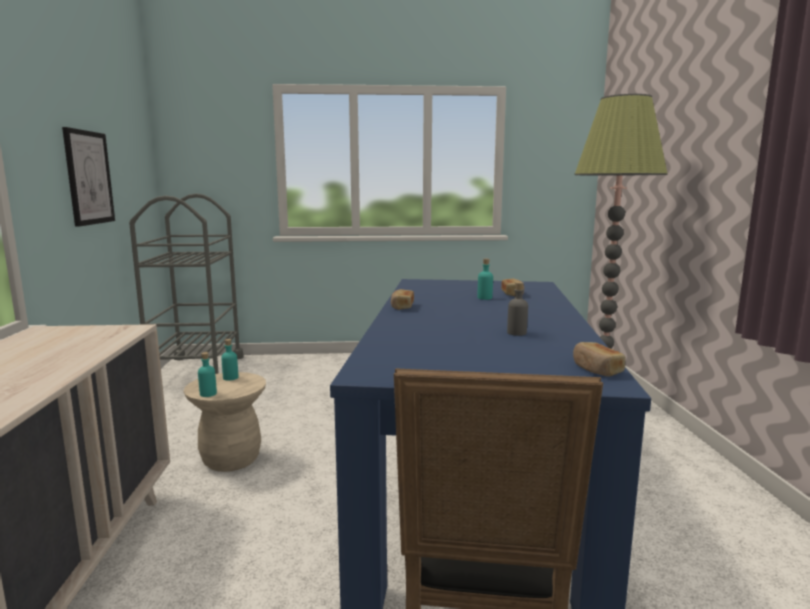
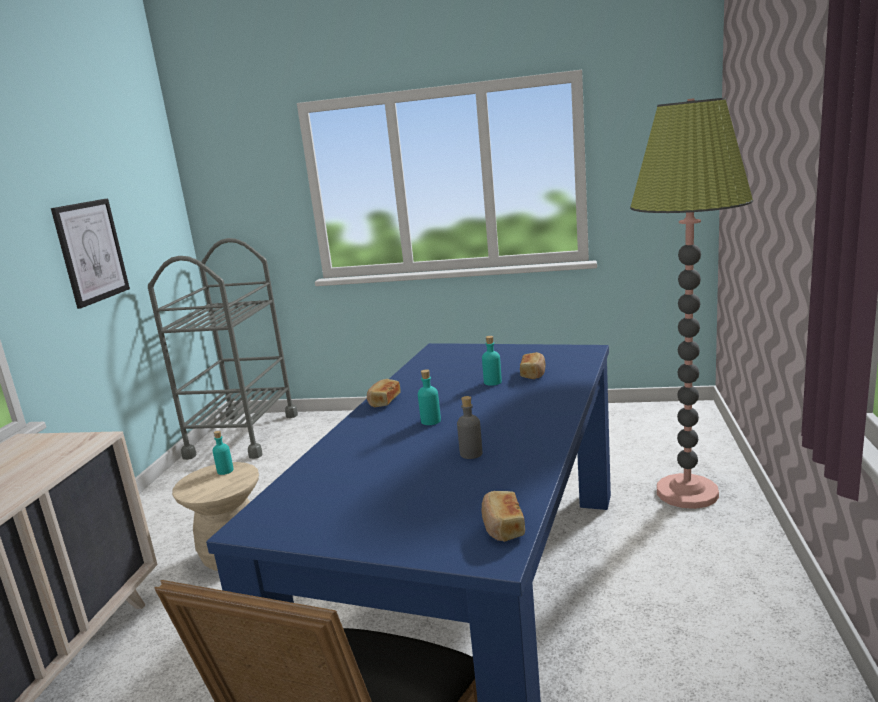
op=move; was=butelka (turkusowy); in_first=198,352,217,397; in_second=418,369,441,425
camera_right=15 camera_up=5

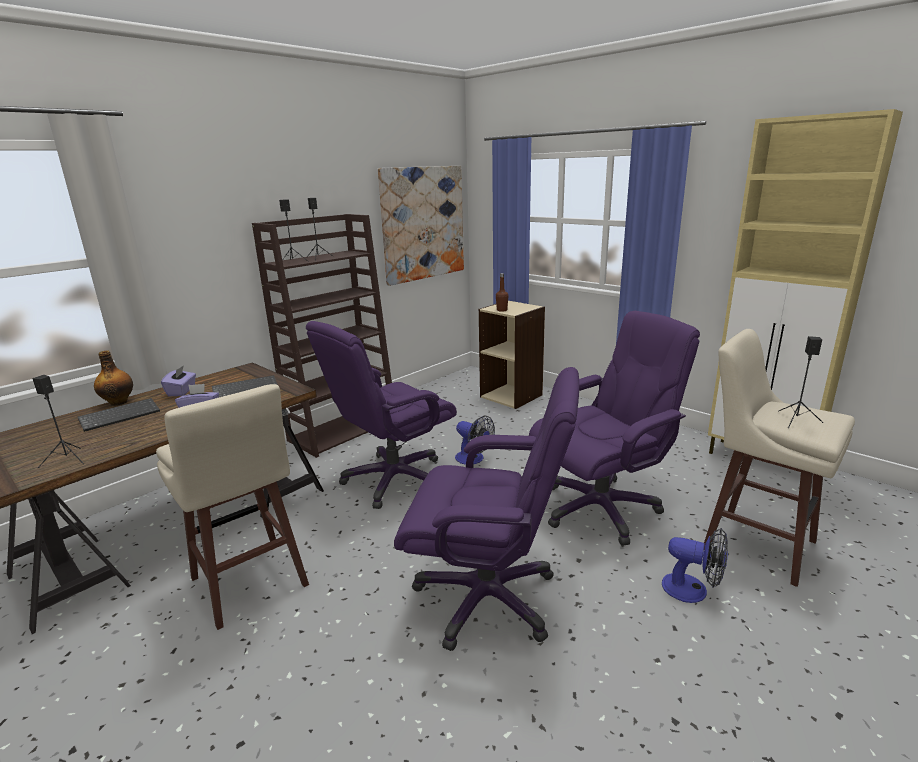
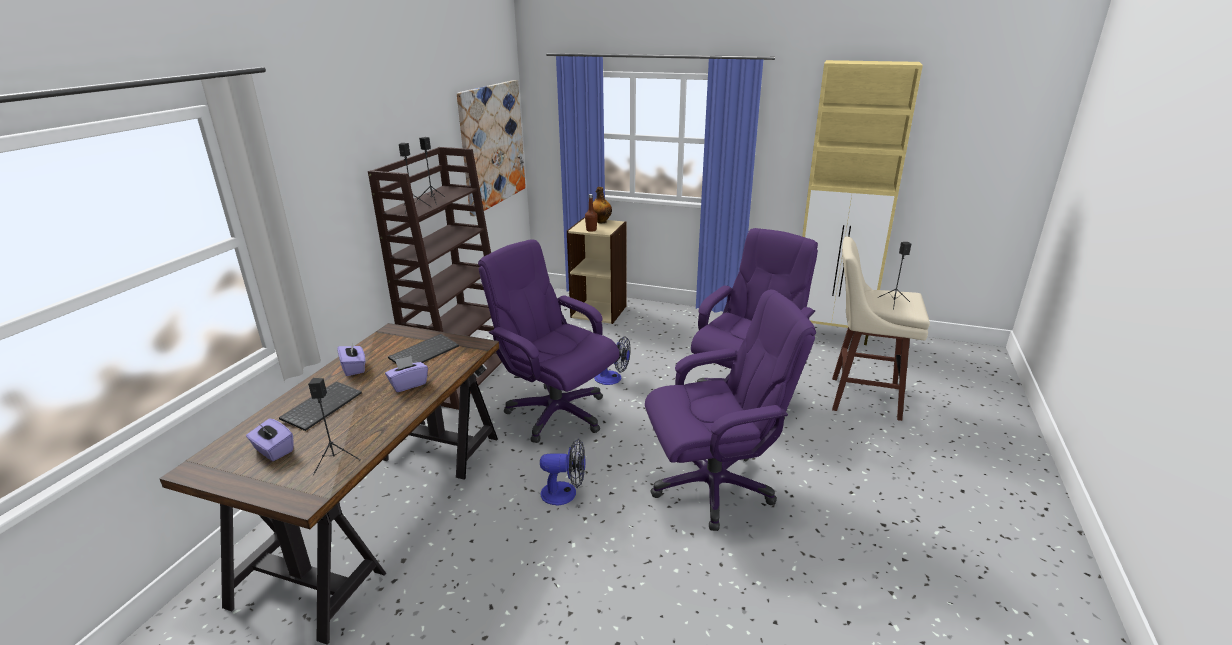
op=rotate; was=krzesło biurowe (fioletowy); in_first=306,321,457,509; in_second=478,239,620,443; clockwise=105
op=move; was=butelka; in_first=94,351,133,406; in_second=593,187,612,223
op=delete; was=stołek (beżowy); in_first=156,384,309,630
op=move; was=wentylator; in_first=662,528,728,603; in_second=540,439,586,505
op=insert; now=pudełko chusteczek (fioletowy); in_second=246,419,294,461
camera_right=-25 camera_up=5

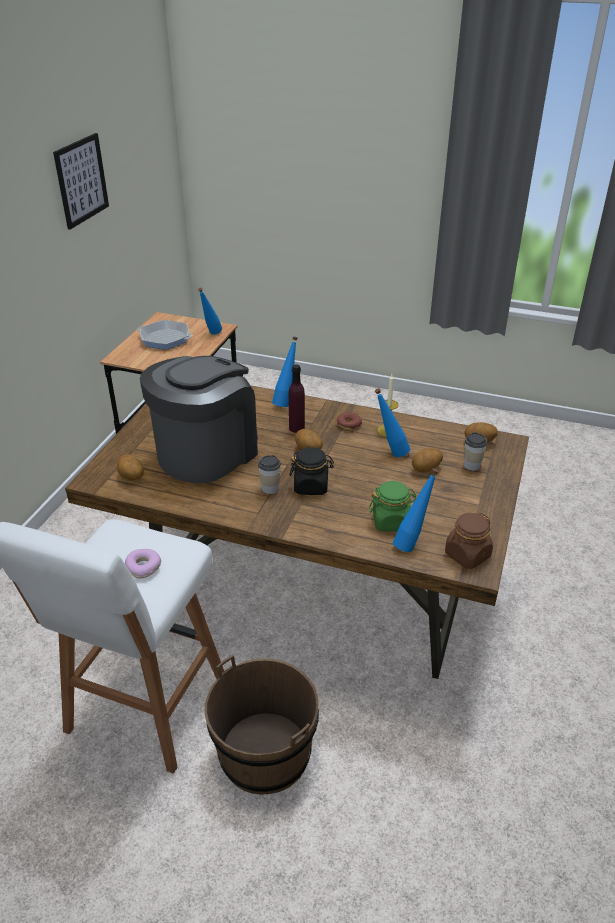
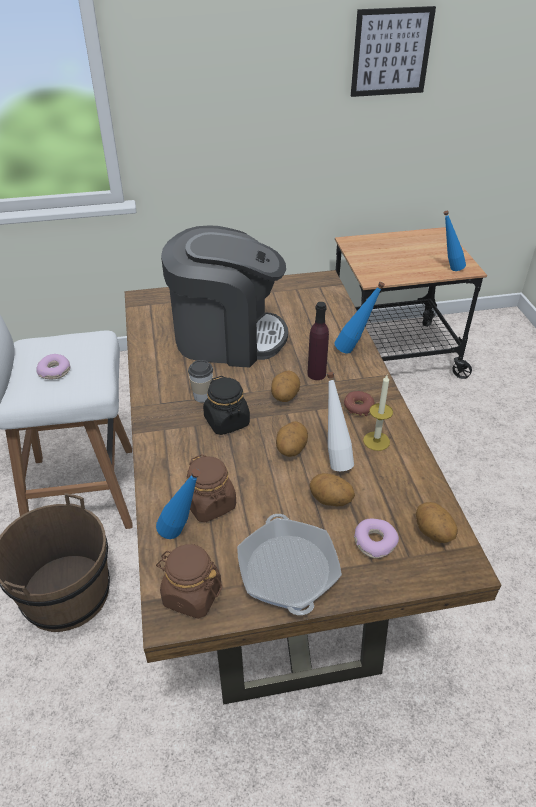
op=move; was=patelnia; in_first=137,320,192,350; in_second=237,514,342,615
op=recolor; was=butelka (niebieski); now=butelka (biały); in_first=375,388,410,457; in_second=327,372,354,471
op=replace; was=filiżanka; now=donut; in_first=464,432,487,471; in_second=354,519,399,558
op=move; was=ziemniak; in_first=117,455,144,481; in_second=276,421,308,457
op=recolor; was=słoik (zielony); now=słoik (brązowy); in_first=369,481,416,532; in_second=186,454,236,522
camera_right=60 camera_up=5

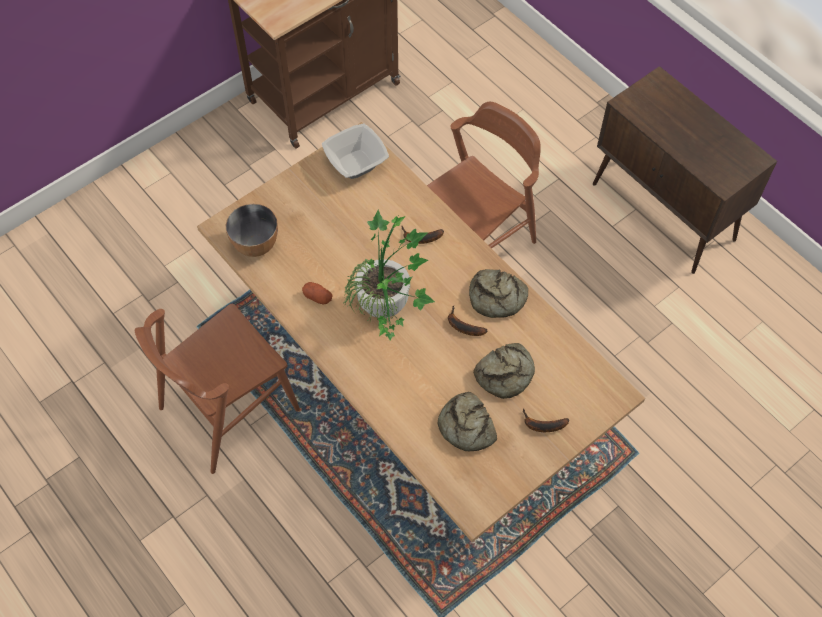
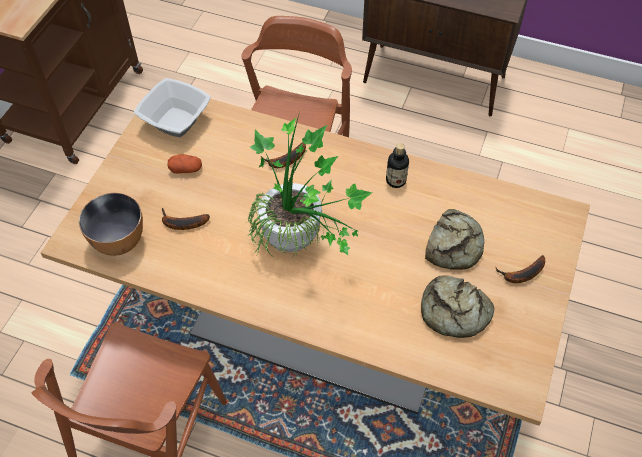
op=replace; was=chleb; now=butelka; in_first=469,269,528,318; in_second=386,143,409,188
op=move; was=ziemniak; in_first=302,282,333,305; in_second=167,154,202,173
op=move; was=banan; in_first=448,305,488,336; in_second=162,208,210,230
camera_right=-30 camera_up=-5

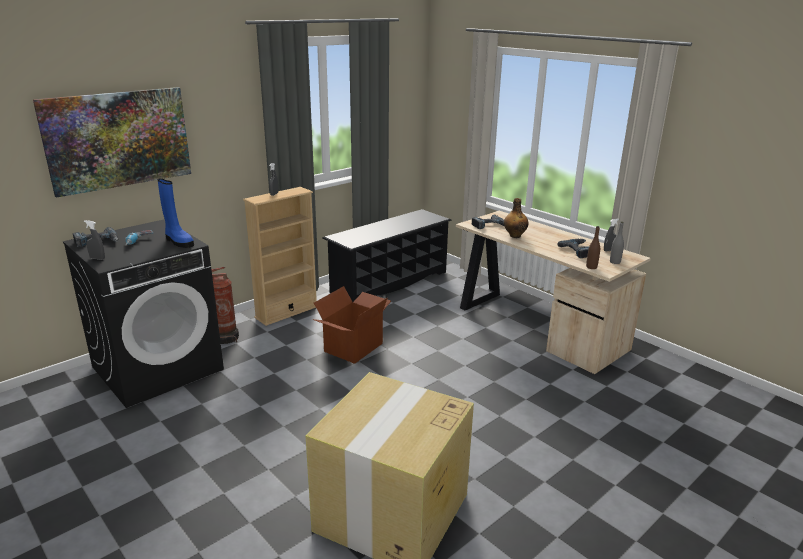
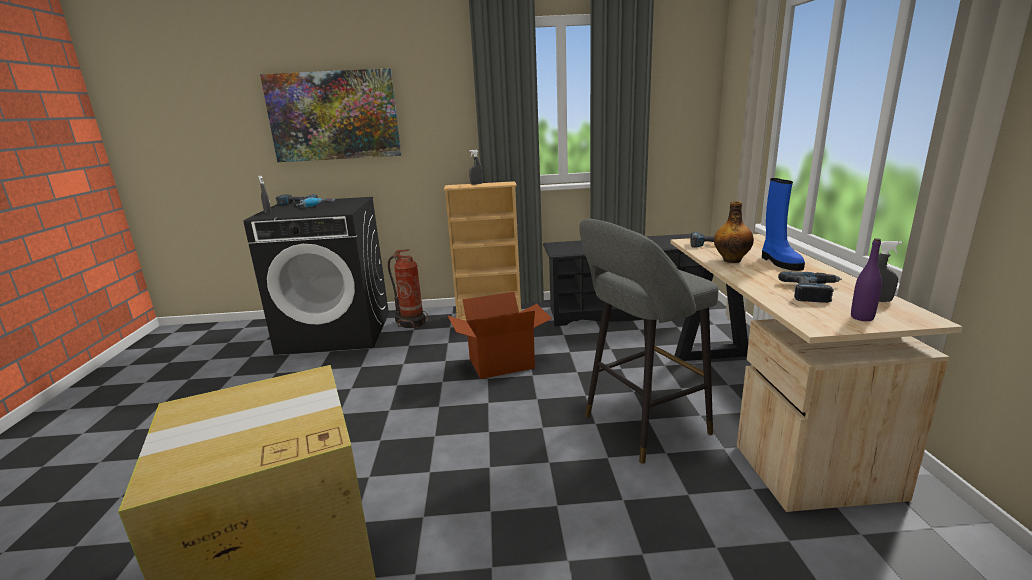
op=move; was=but z cholewką (niebieski); in_first=157,178,194,248; in_second=762,178,805,271
op=recolor; was=butelka (szary); now=butelka (fioletowy); in_first=610,222,624,264; in_second=851,238,882,321
op=delete; was=butelka (brązowy); in_first=586,226,600,269
op=insert; now=stołek (szary); in_second=579,219,719,464
camera_right=40 camera_up=-5

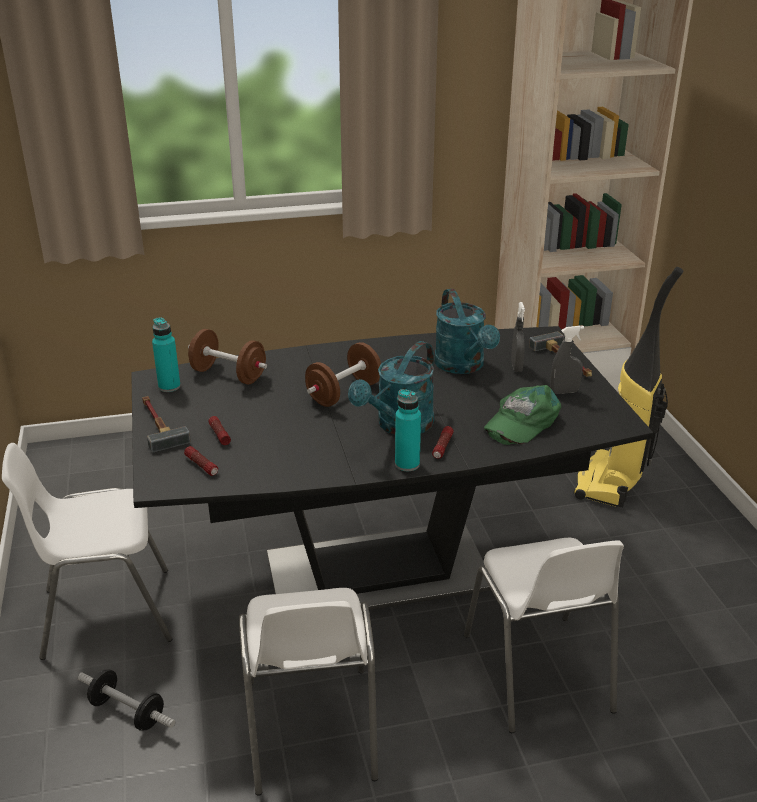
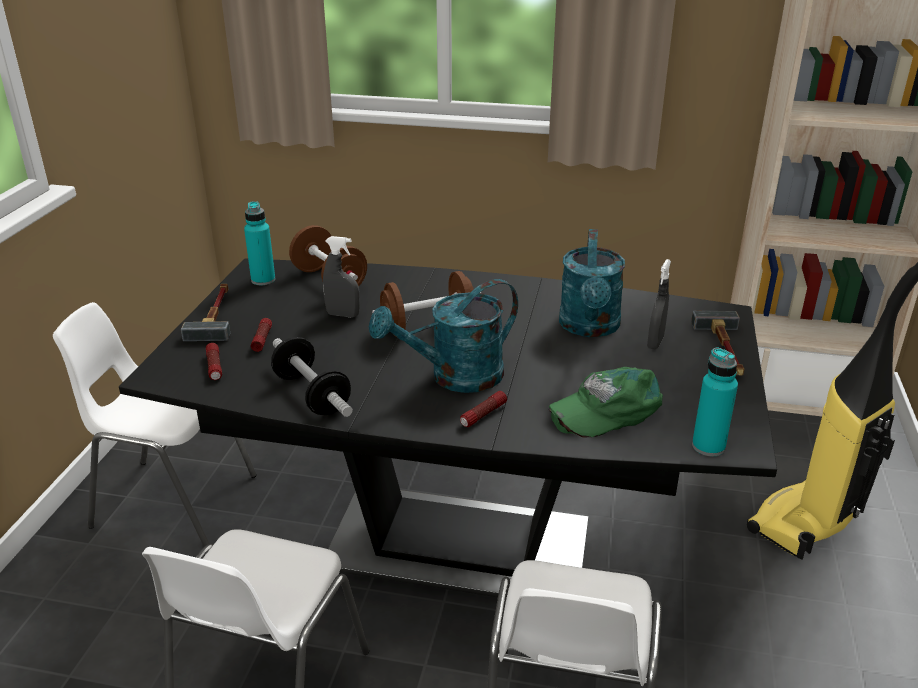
op=move; was=spryskiwacz (szary); in_first=550,326,584,394; in_second=323,236,360,317
op=move; was=butelka (turkusowy); in_first=395,389,421,471; in_second=692,348,738,456
op=move; was=hantel; in_first=78,669,175,731; in_second=271,337,353,417
camera_right=25 camera_up=0

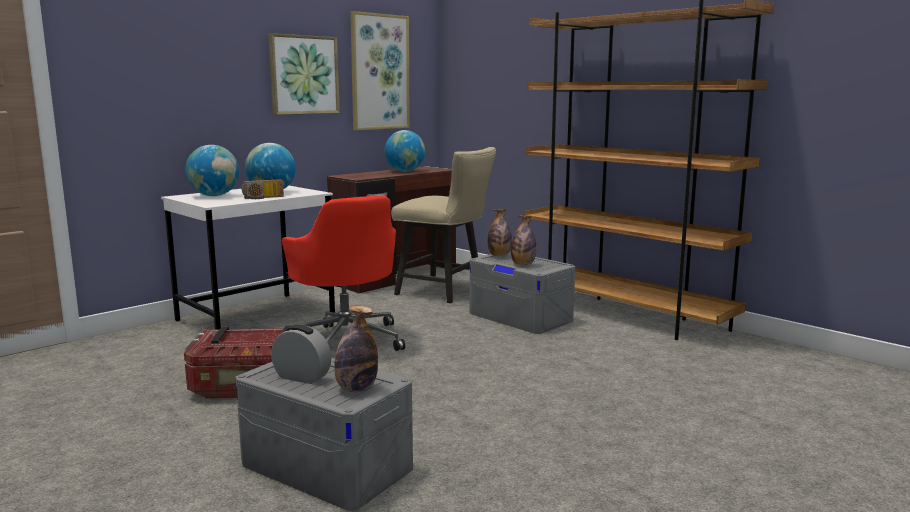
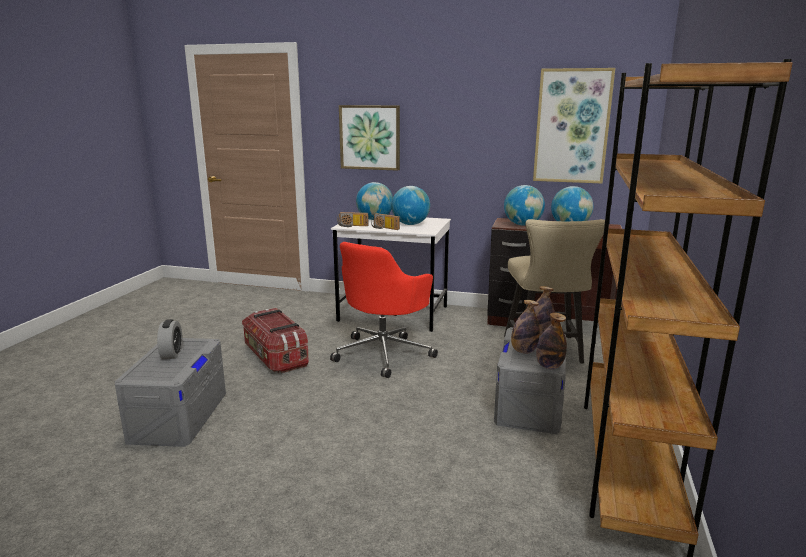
op=move; was=obraz; in_first=268,33,340,115; in_second=339,105,400,171
op=move; was=butelka; in_first=334,306,378,392; in_second=536,313,567,369
op=insert; now=globus; in_second=504,185,545,226
op=insert; now=radio; in_second=337,212,369,227
camera_right=60 camera_up=5

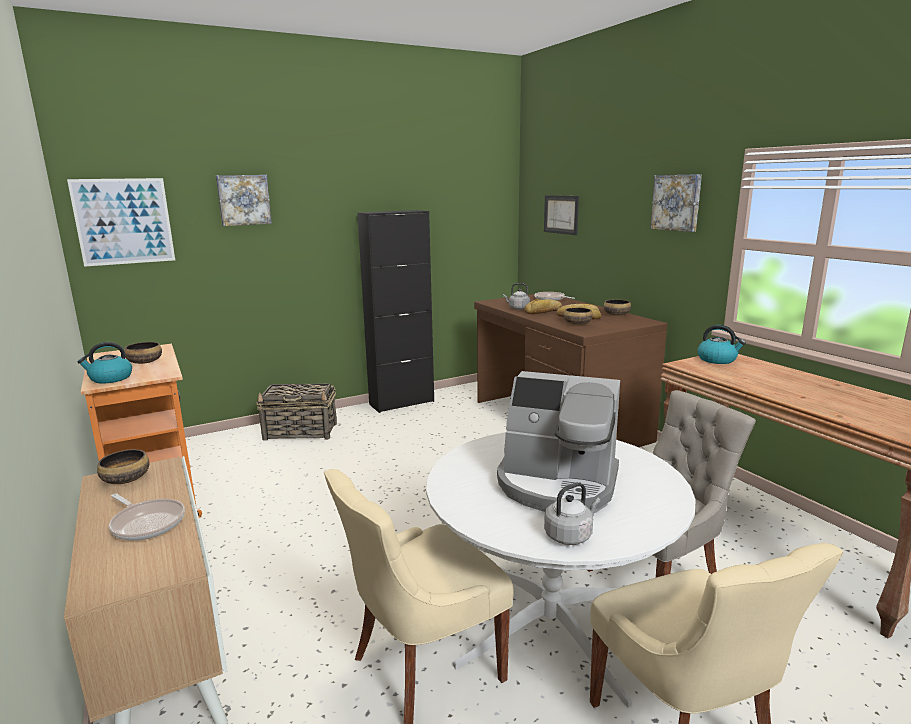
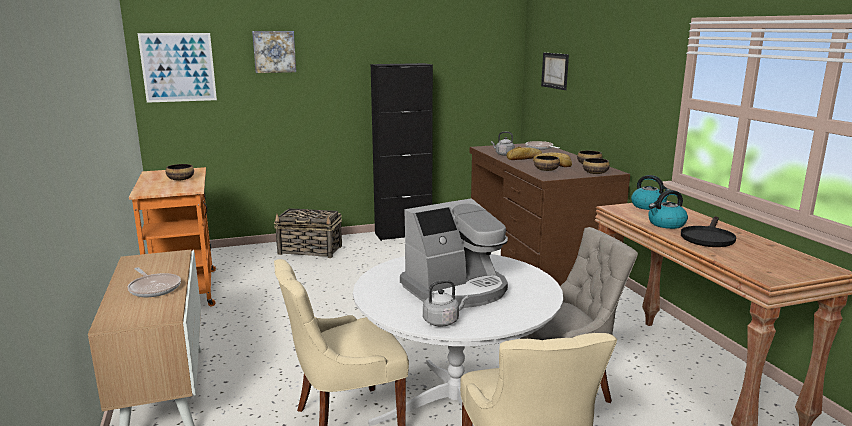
op=delete; was=obraz; in_first=650,174,702,232
op=move; was=czajnik; in_first=77,342,132,384; in_second=648,190,688,229
op=rotate; was=ekspres do kawy; in_first=497,371,620,513; in_second=400,198,508,308; clockwise=-60
op=move; was=miska; in_first=97,449,149,484; in_second=583,158,610,174
op=insert; now=patelnia (czarny); in_second=681,216,736,247
camera_right=10 camera_up=0

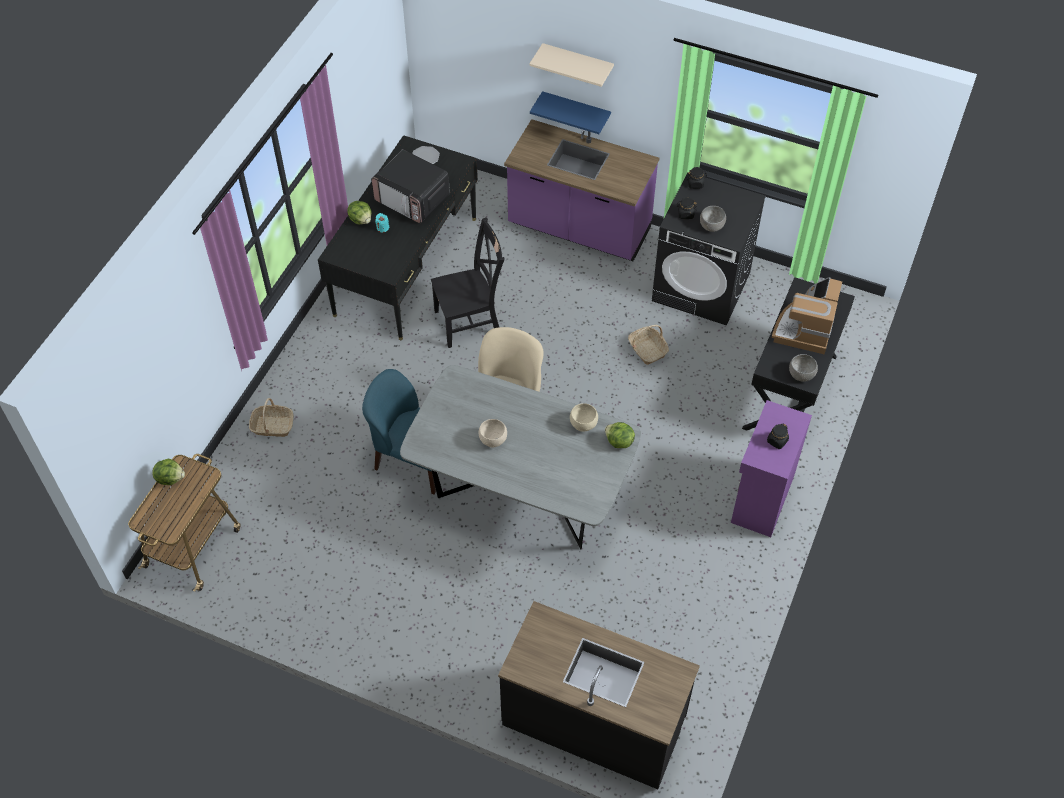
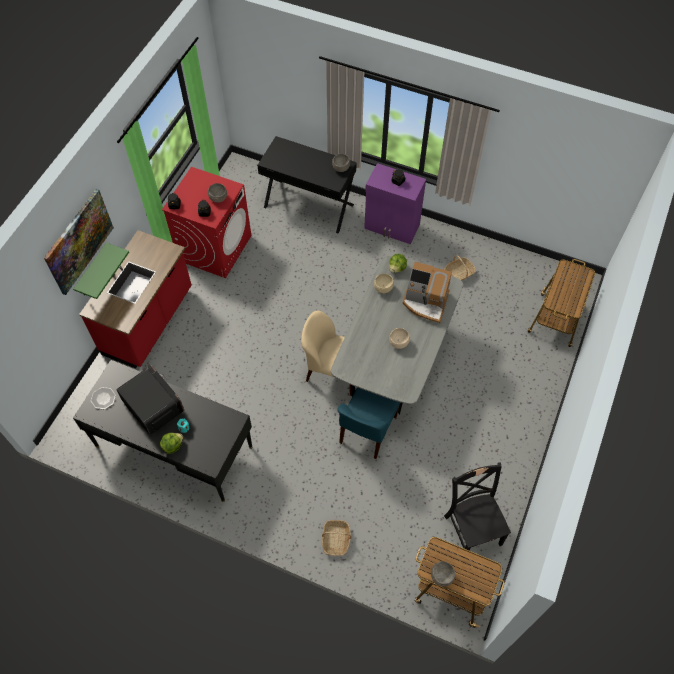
op=replace; was=półka (beżowy); now=obraz; in_first=529,43,614,87; in_second=44,189,114,295
op=recolor; was=półka (niebieski); now=półka (zielony); in_first=530,91,611,134; in_second=73,243,129,299
op=recolor; was=zabudowa kuchenna (fioletowy); now=zabudowa kuchenna (czerwony); in_first=504,119,659,261; in_second=79,230,192,369
op=rotate; was=mikrofalówka; in_first=371,149,450,224; in_second=116,365,185,435; clockwise=-75
op=recolor; was=pralka (czarny); now=pralka (czerwony); in_first=652,172,766,326; in_second=162,167,251,278
op=move; was=krzesło (czarny); in_first=431,217,504,348; in_second=444,462,511,557
op=move; was=ekspres do kawy; in_first=772,277,842,355; in_second=403,262,452,324
op=move; was=koszyk; in_first=628,325,669,365; in_second=444,255,476,281
op=replace; was=sałata; now=miska (szary); in_first=152,459,185,485; in_second=431,561,455,587
op=replace; was=zabudowa kuchenna (czarny); now=wózek; in_first=498,601,700,789; in_second=528,259,595,347
camera_right=-90 camera_up=5

